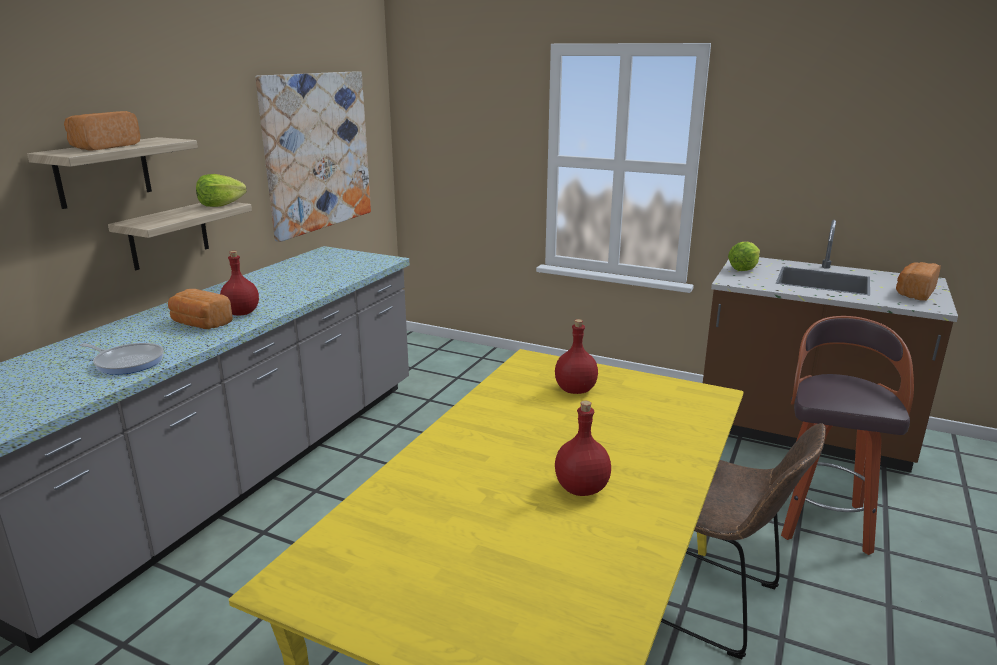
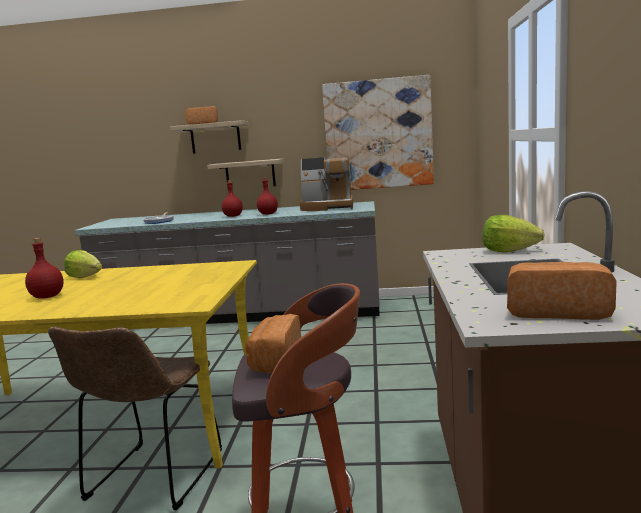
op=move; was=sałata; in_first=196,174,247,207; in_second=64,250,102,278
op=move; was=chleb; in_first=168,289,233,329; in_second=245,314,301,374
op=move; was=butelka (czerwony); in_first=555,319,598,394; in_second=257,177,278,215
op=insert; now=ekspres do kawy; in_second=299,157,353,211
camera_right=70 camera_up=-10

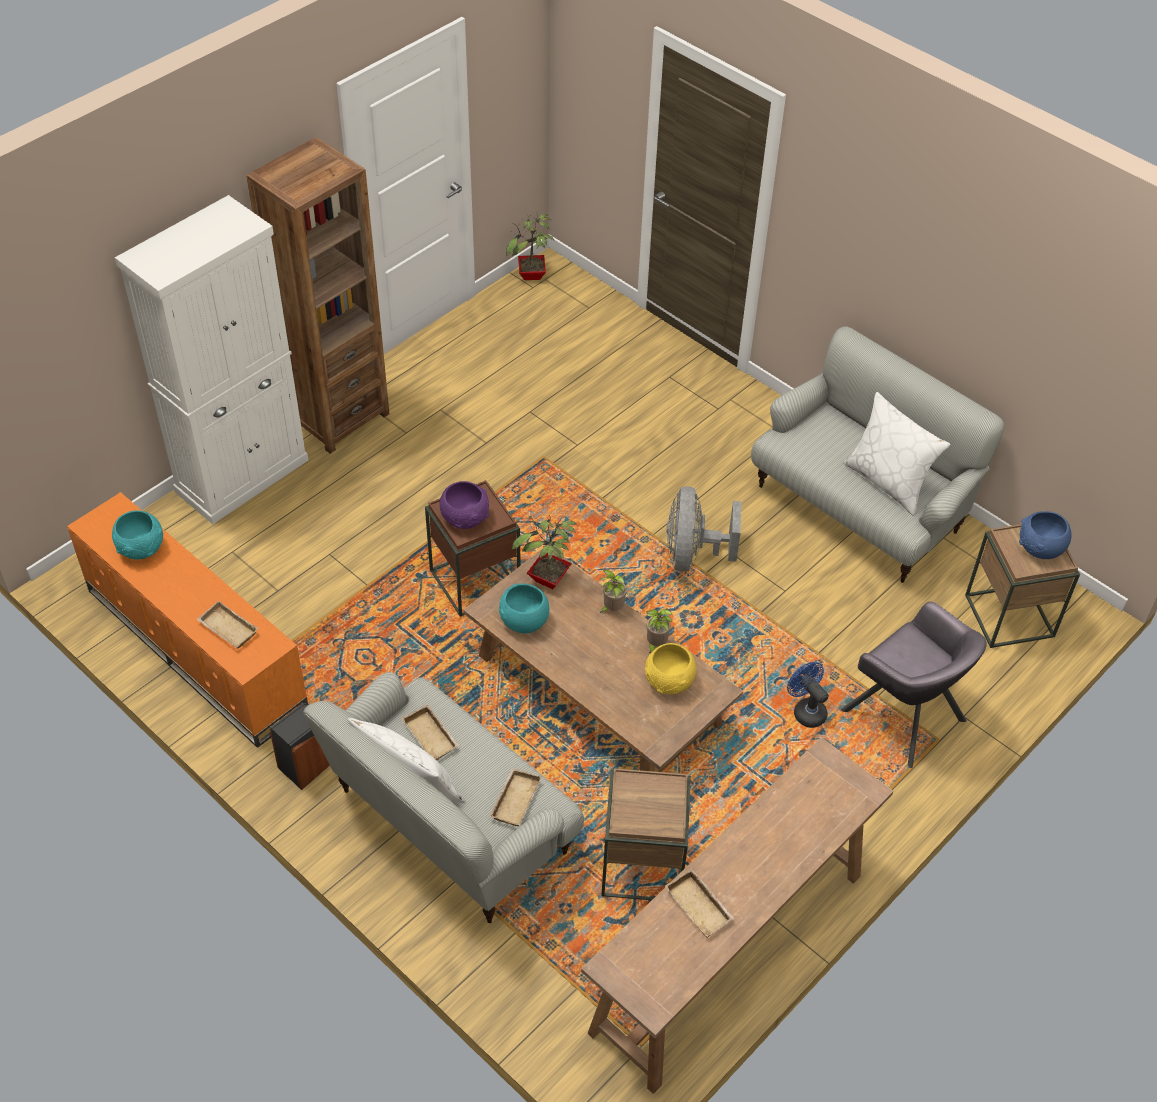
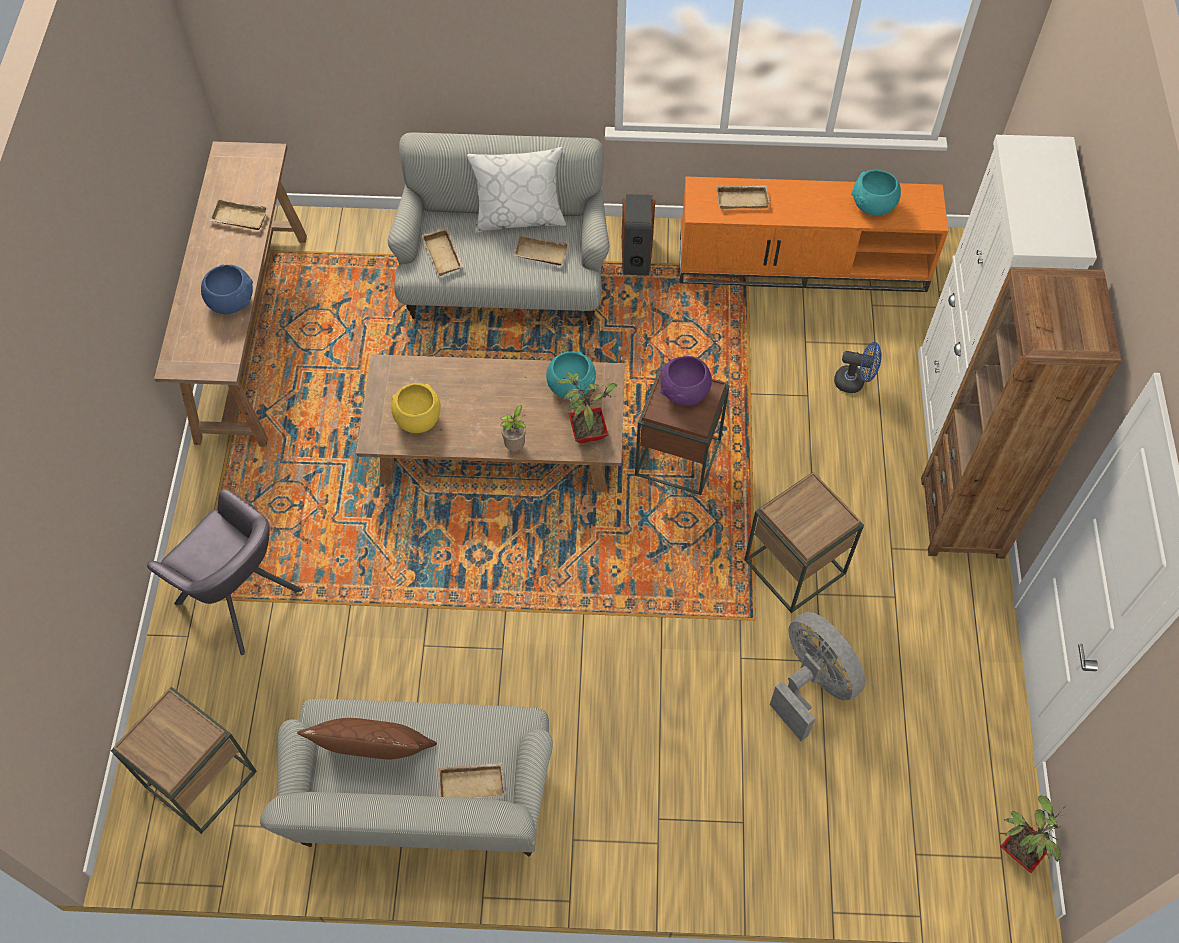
op=recolor; was=poduszka (biały); now=poduszka (brązowy); in_first=843,392,950,516; in_second=297,718,437,759
op=move; was=wentylator (szary); in_first=667,486,741,572; in_second=770,612,865,741
op=move; was=miska (niebieski); in_first=1019,511,1072,559; in_second=201,265,253,314
op=rotate; was=fotel (szary); in_first=841,602,987,768; in_second=147,489,302,655; clockwise=-150
op=delete; was=roślina doniczkowa; in_first=646,609,672,654
op=move; was=wentylator (niebieski); in_first=787,662,829,728; in_second=834,342,881,393
op=move; was=stolik (brązowy); in_first=601,768,691,900; in_second=744,472,864,613
op=insert; now=taca (beżowy); in_second=438,763,505,798
camera_right=140 camera_up=10

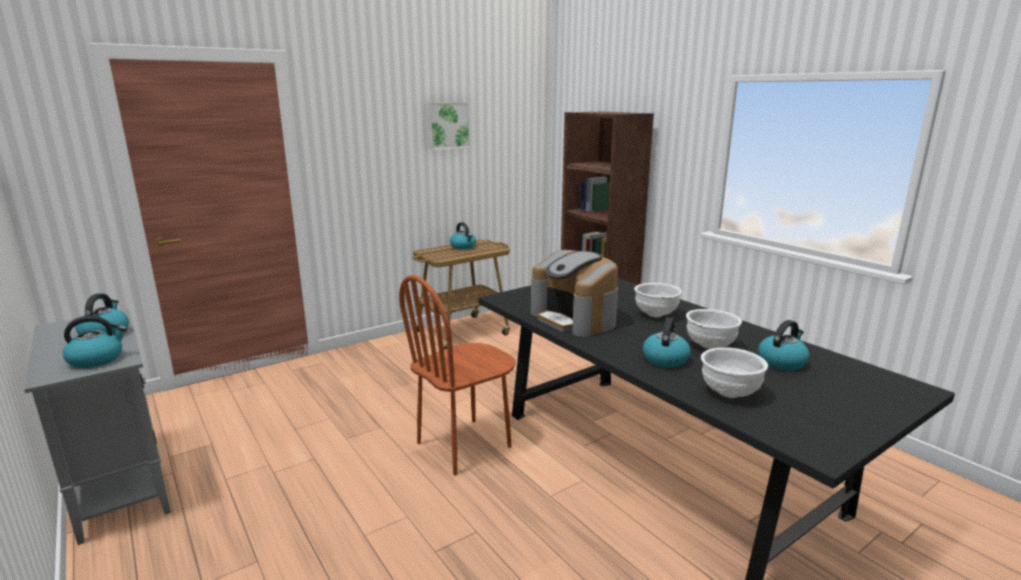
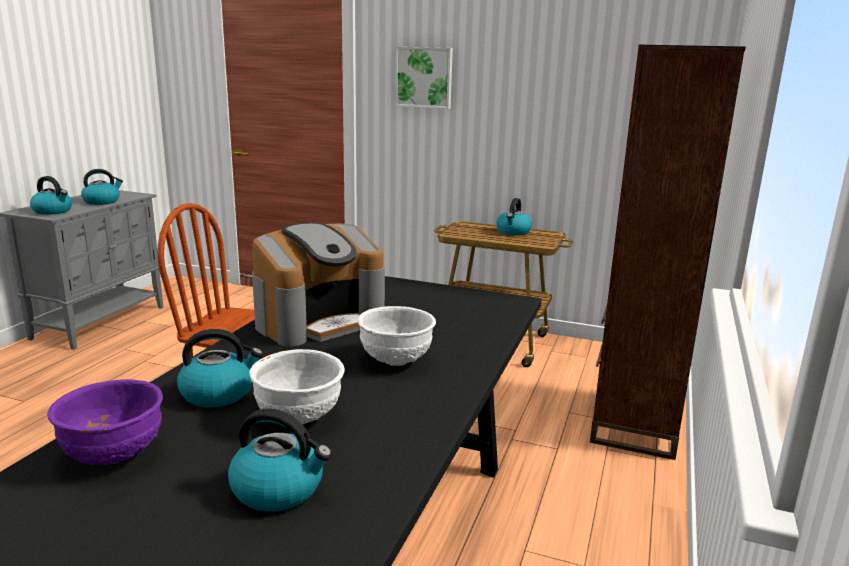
op=move; was=obraz; in_first=427,102,471,150; in_second=395,47,453,109
op=rotate; was=ekspres do kawy; in_first=531,250,618,337; in_second=252,223,385,347; clockwise=-150
op=recolor; was=miska (biały); now=miska (fioletowy); in_first=701,347,768,398; in_second=47,379,163,465
camera_right=55 camera_up=0

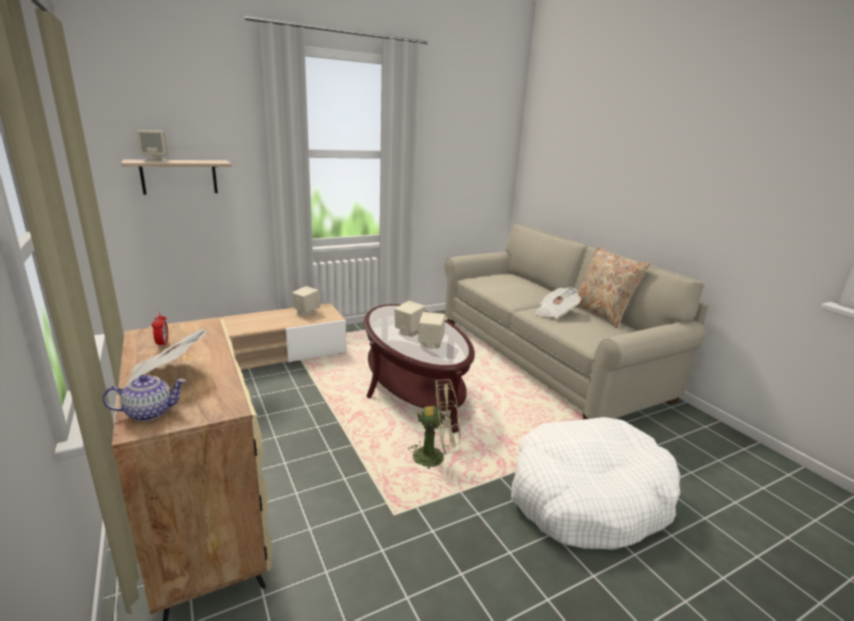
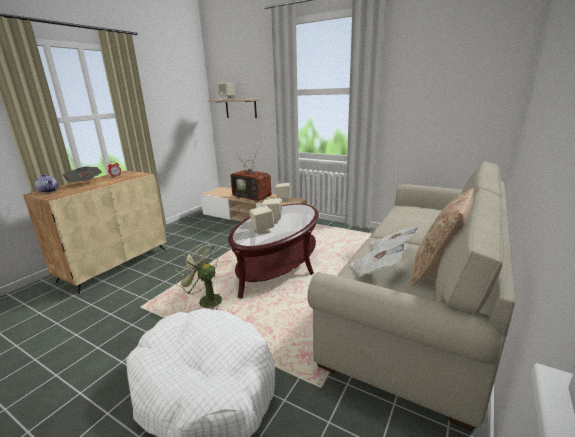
op=rotate; was=wentylator (zielony); in_first=408,379,461,469; in_second=176,242,222,310; clockwise=150
op=insert; now=telewizor; in_second=231,152,274,202
op=insert; now=gazeta; in_second=350,241,407,276
camera_right=60 camera_up=0

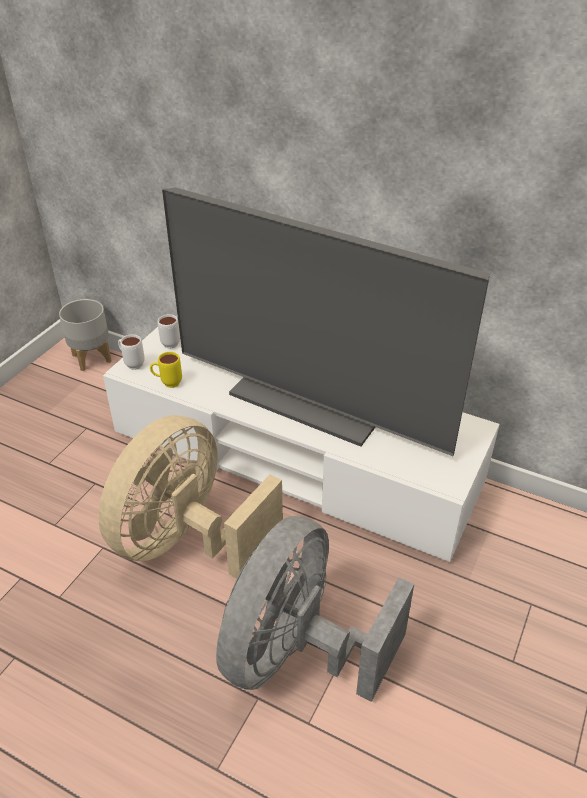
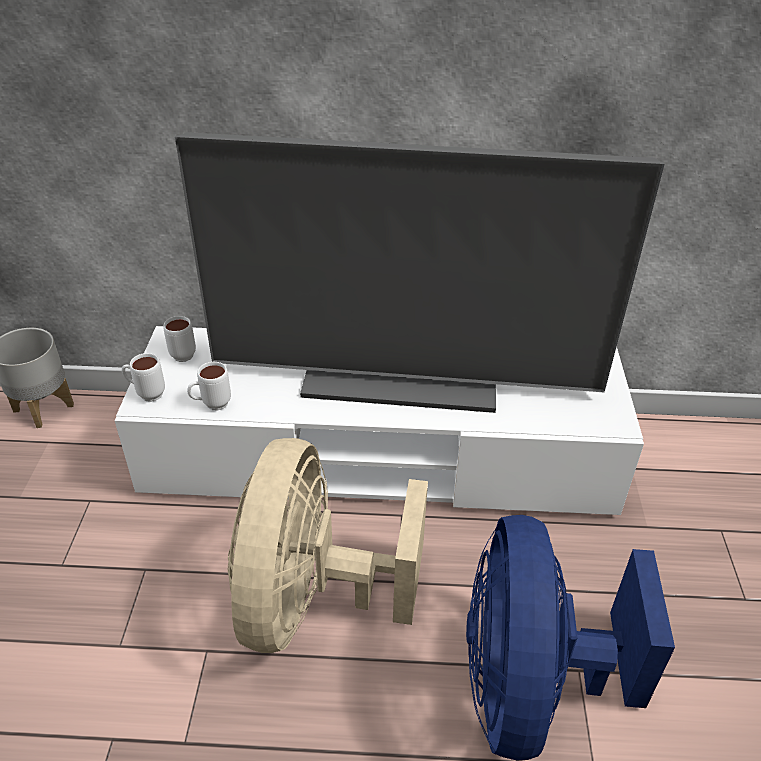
op=recolor; was=kubek (żółty); now=kubek (biały); in_first=150,352,182,388; in_second=187,362,231,411
op=recolor; was=wentylator (szary); now=wentylator (niebieski); in_first=216,516,414,702; in_second=466,515,675,761
camera_right=-25 camera_up=0

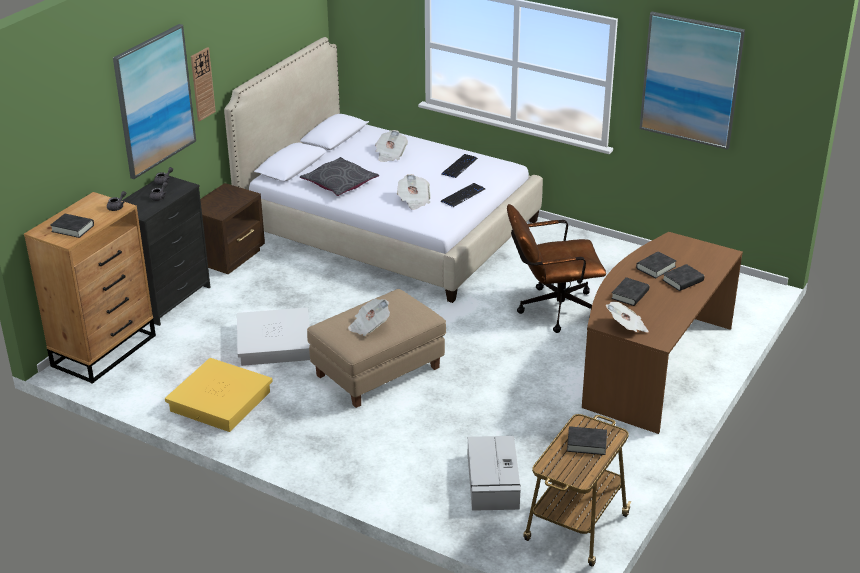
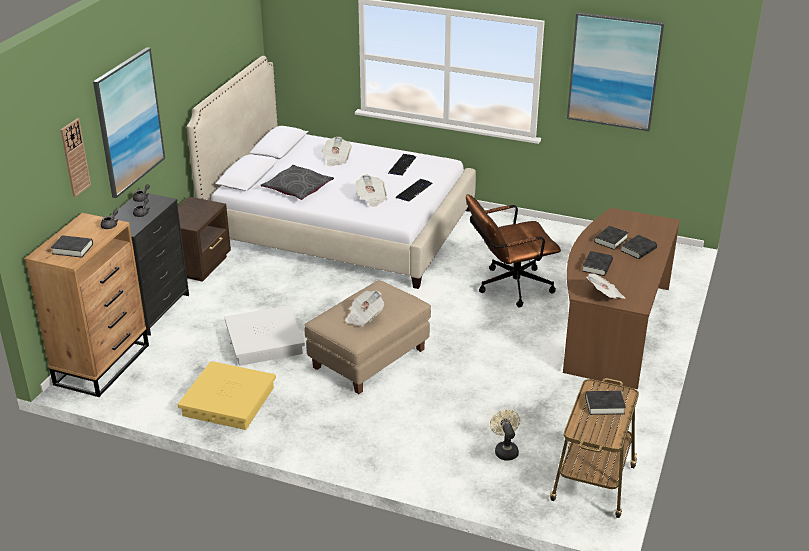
op=move; was=zegar ścienny; in_first=191,47,216,122; in_second=61,118,91,197
op=replace; was=pojemnik do przechowywania (szary); now=wentylator (beżowy); in_first=468,436,521,511; in_second=490,409,520,461
camera_right=-10 camera_up=0

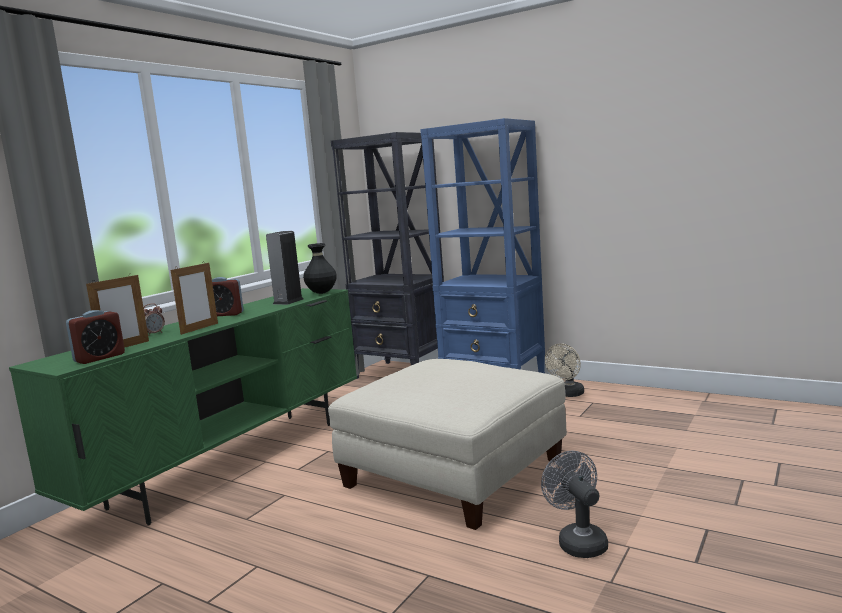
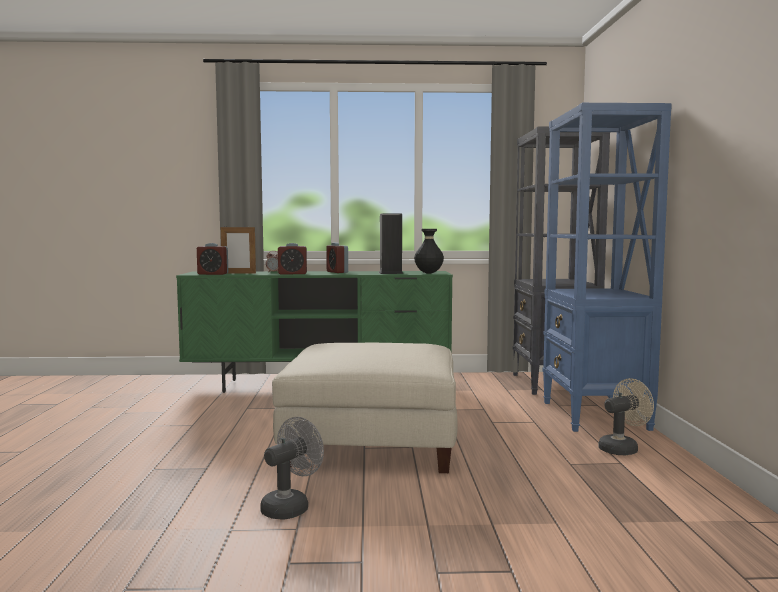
op=replace; was=ramka na zdjęcie; now=budzik; in_first=171,263,218,335; in_second=278,243,307,274
op=rotate; was=wentylator (beżowy); in_first=545,344,584,397; in_second=598,378,654,455; clockwise=150
camera_right=55 camera_up=-5

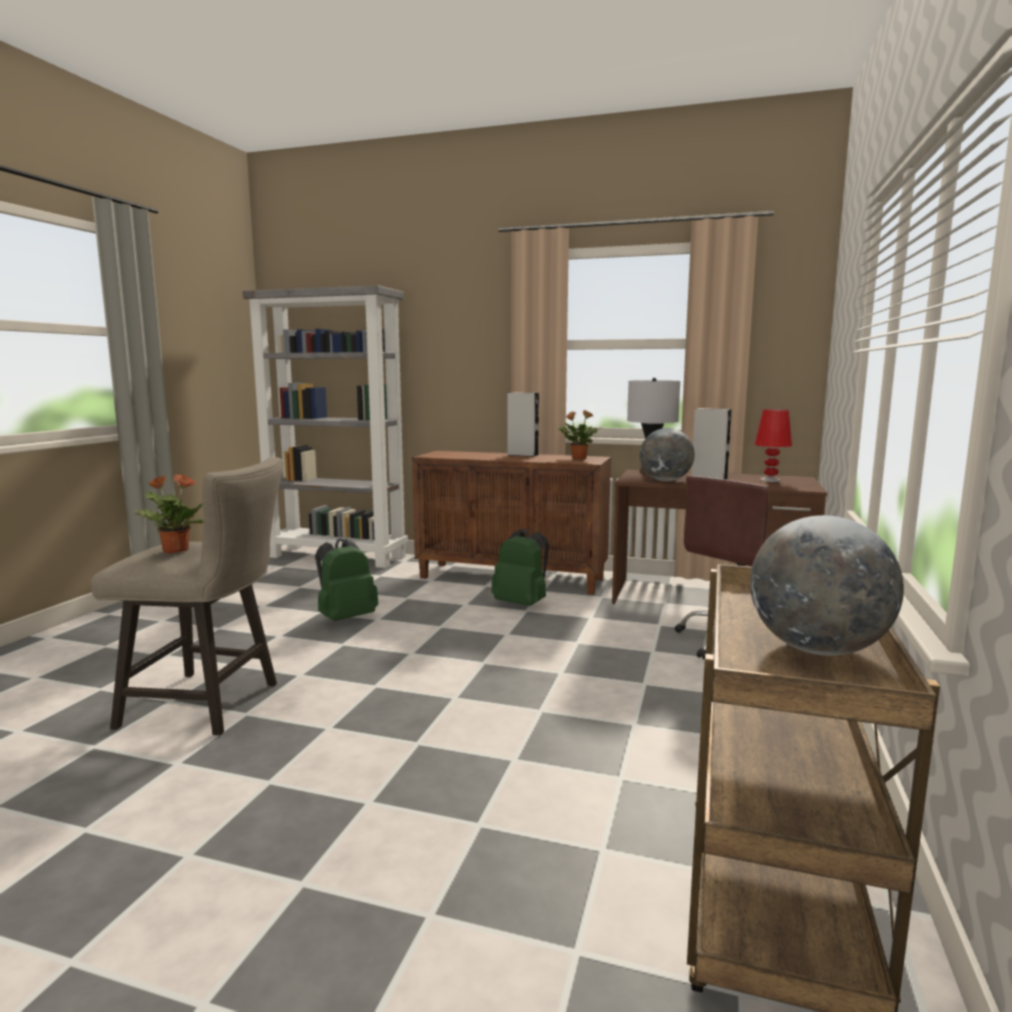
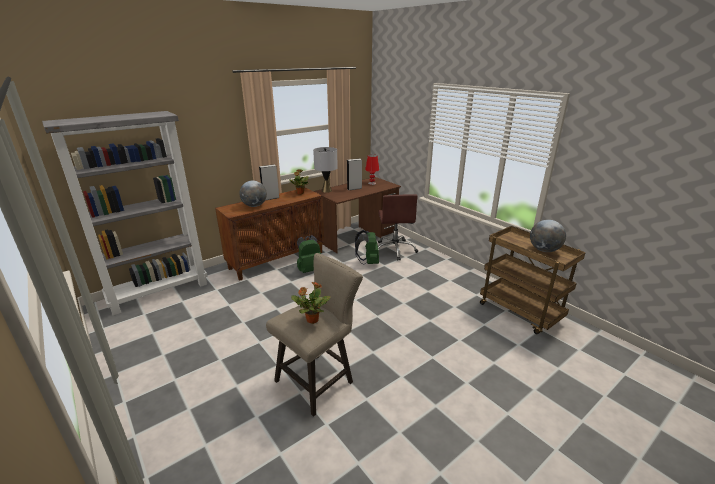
op=move; was=globus; in_first=640,428,695,482; in_second=239,181,267,207
op=move; was=plecak (zielony); in_first=315,539,378,621; in_second=355,230,379,264
camera_right=-55 camera_up=15

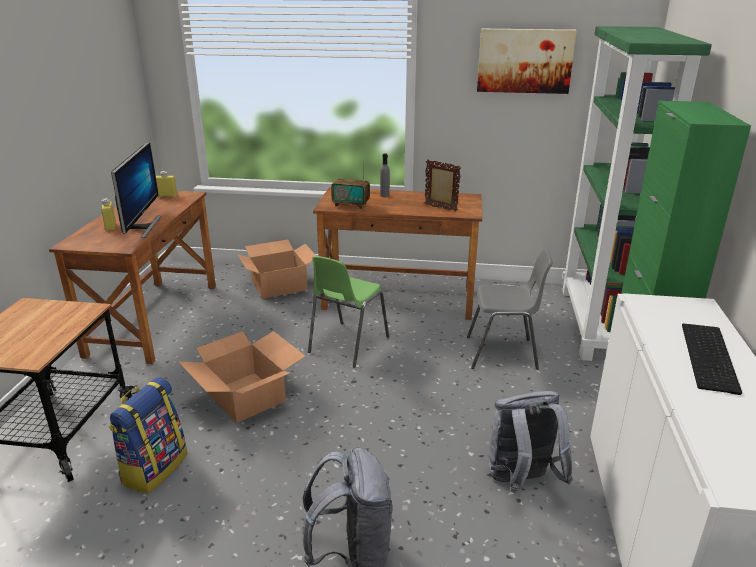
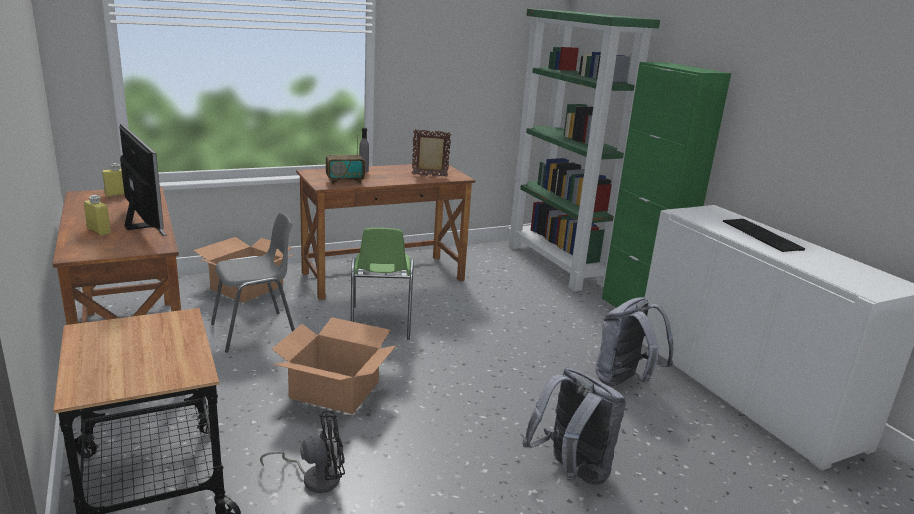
op=delete; was=obraz; in_first=477,29,577,94
op=move; was=krzesło (szary); in_first=467,249,553,370; in_second=211,212,295,352
op=replace; was=plecak; now=wentylator (czarny); in_first=109,377,187,494; in_second=260,411,345,493
camera_right=-35 camera_up=-5

